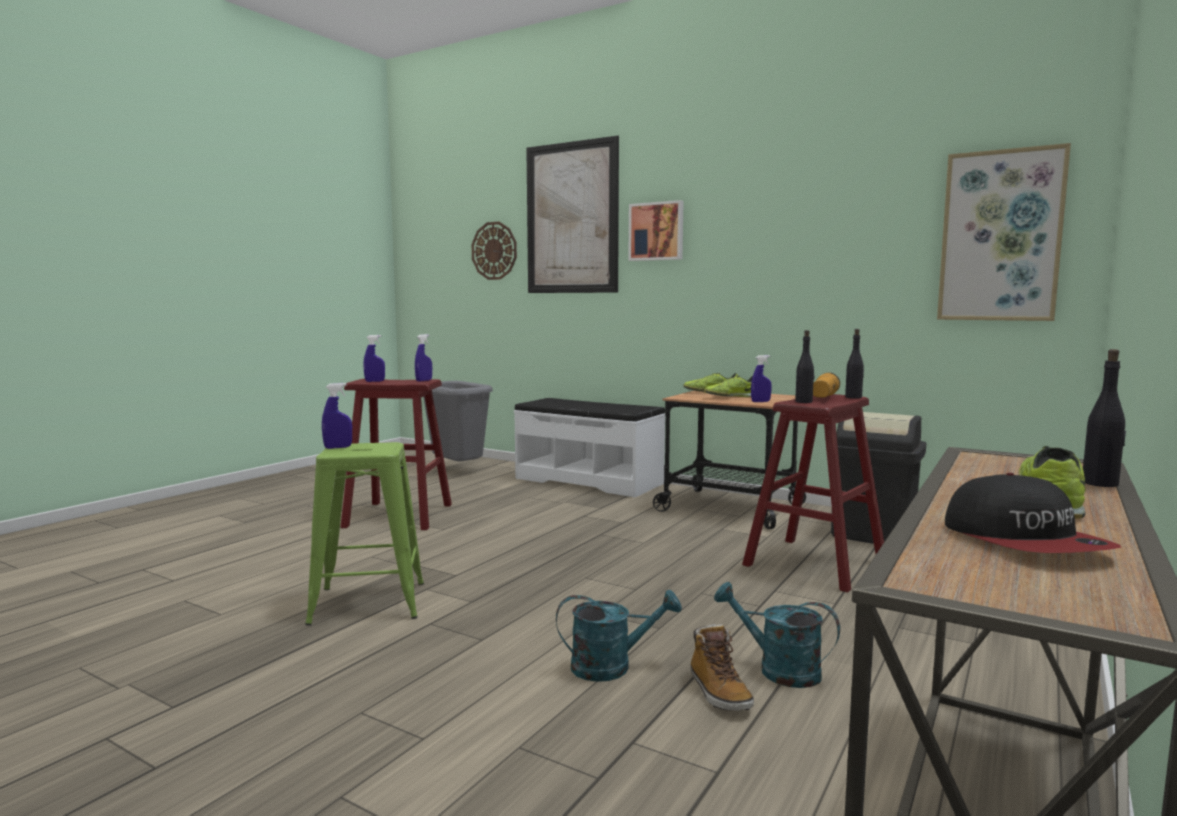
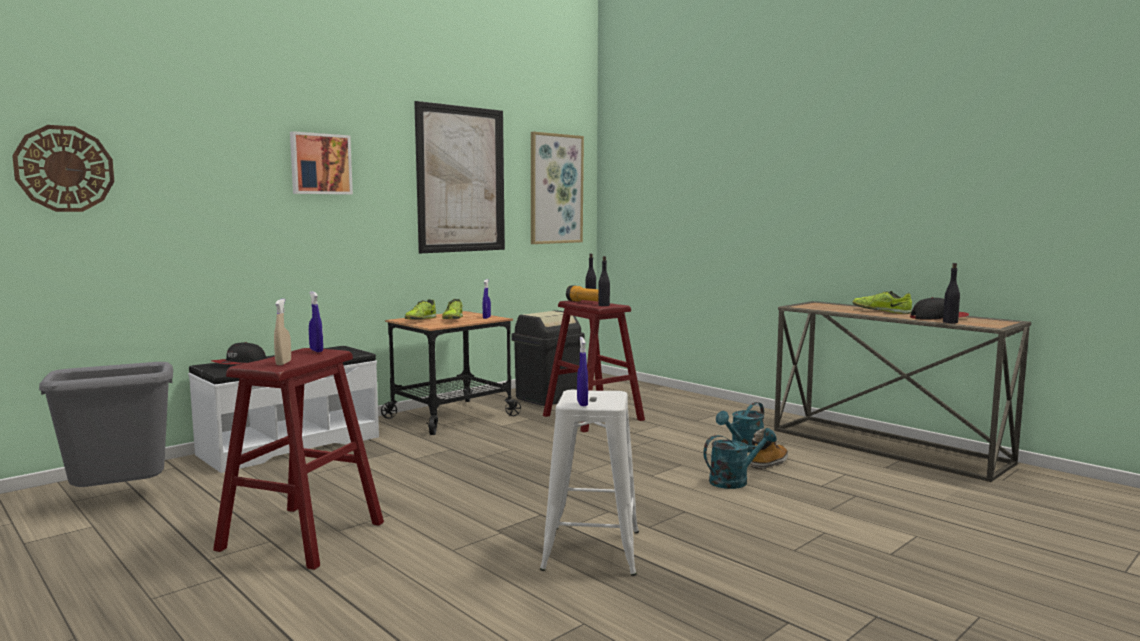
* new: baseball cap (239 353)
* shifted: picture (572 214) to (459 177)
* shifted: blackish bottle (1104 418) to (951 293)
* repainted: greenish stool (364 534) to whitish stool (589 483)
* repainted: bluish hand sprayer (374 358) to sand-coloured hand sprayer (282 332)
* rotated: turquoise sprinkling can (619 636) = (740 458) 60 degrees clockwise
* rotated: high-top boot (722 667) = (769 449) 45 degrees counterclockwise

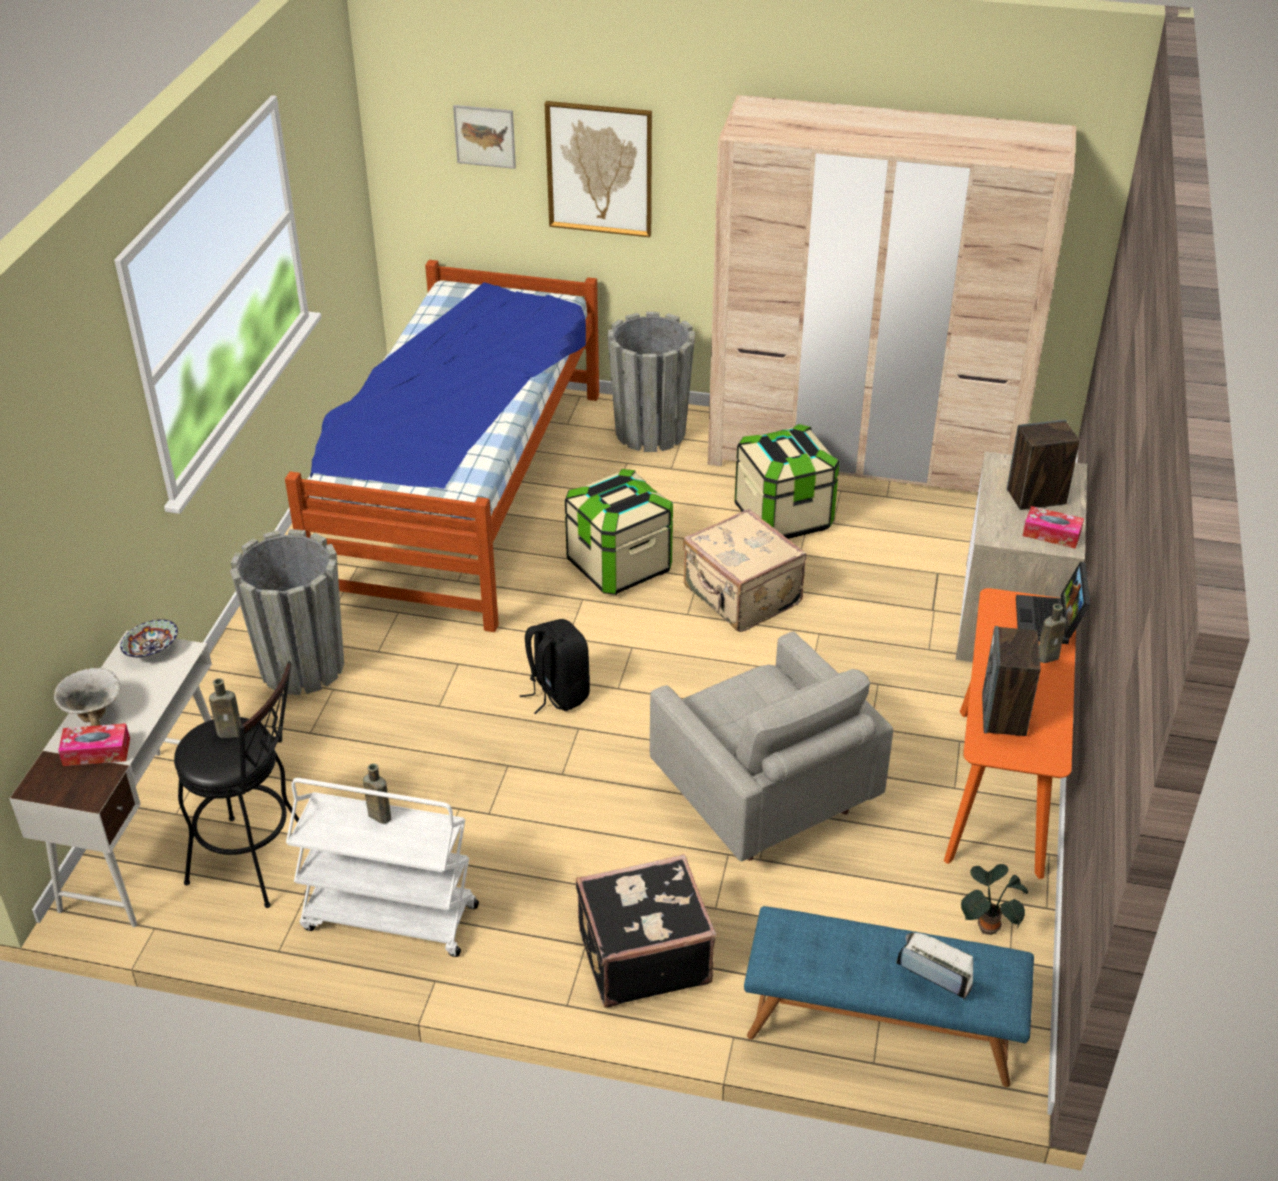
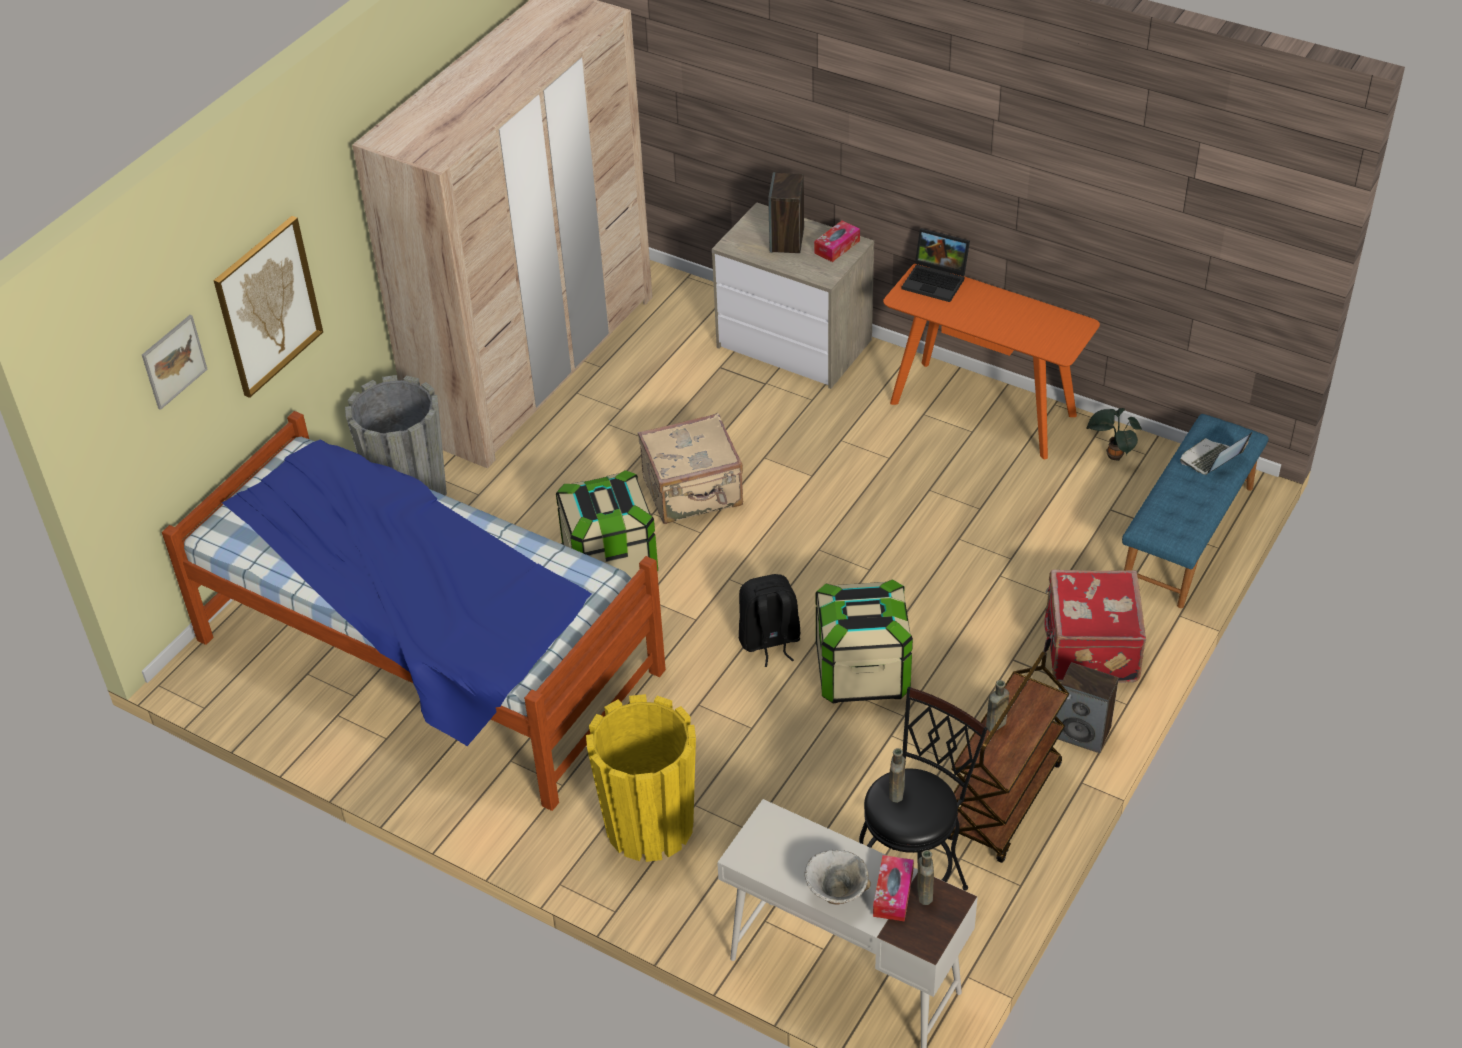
* gone: deep dish (149 638)
* gone: gray easy chair (771 747)
* shifted: storage bin (787 481) to (864 641)
* shifted: audio speaker (1011 681) to (1086 707)
* shifted: brown bottle (1053 633) to (925 877)
* repainted: gray planter (287 612) to yellowish planter (641 778)
* repainted: whitish cart (382 867) to brown cart (1008 757)
* repainted: blackish suitcase (646 931) to red-coloured suitcase (1095 626)

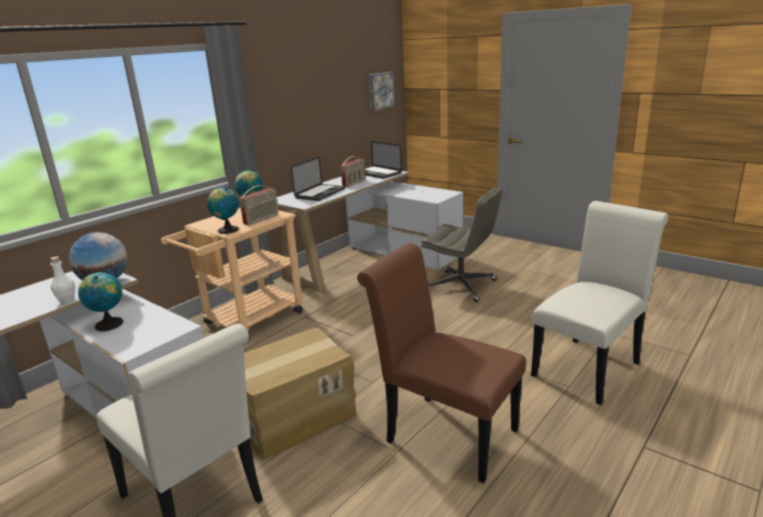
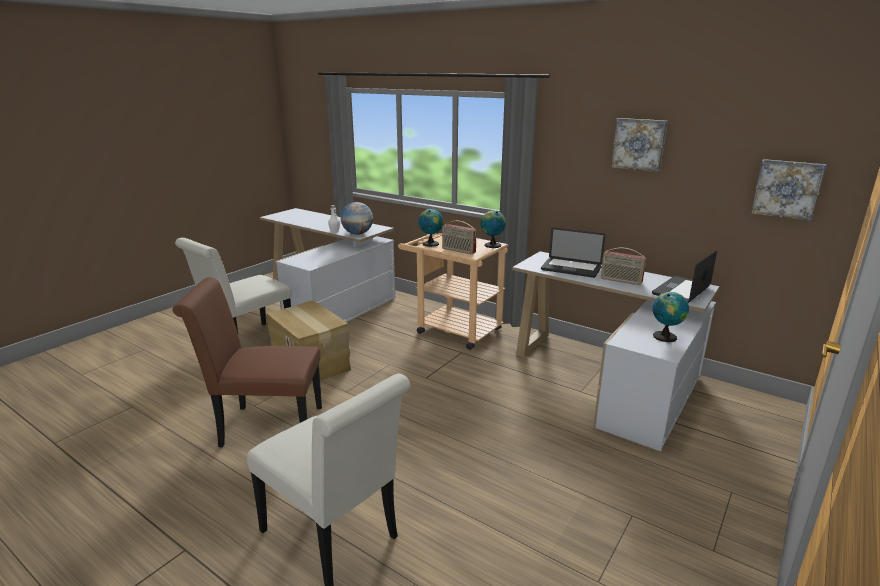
* gone: gray computer chair (461 244)
* new: picture (639 145)
* shifted: world globe (101 301) to (671 317)
* rotated: brown plain chair (441 363) = (247 362) 120 degrees counterclockwise

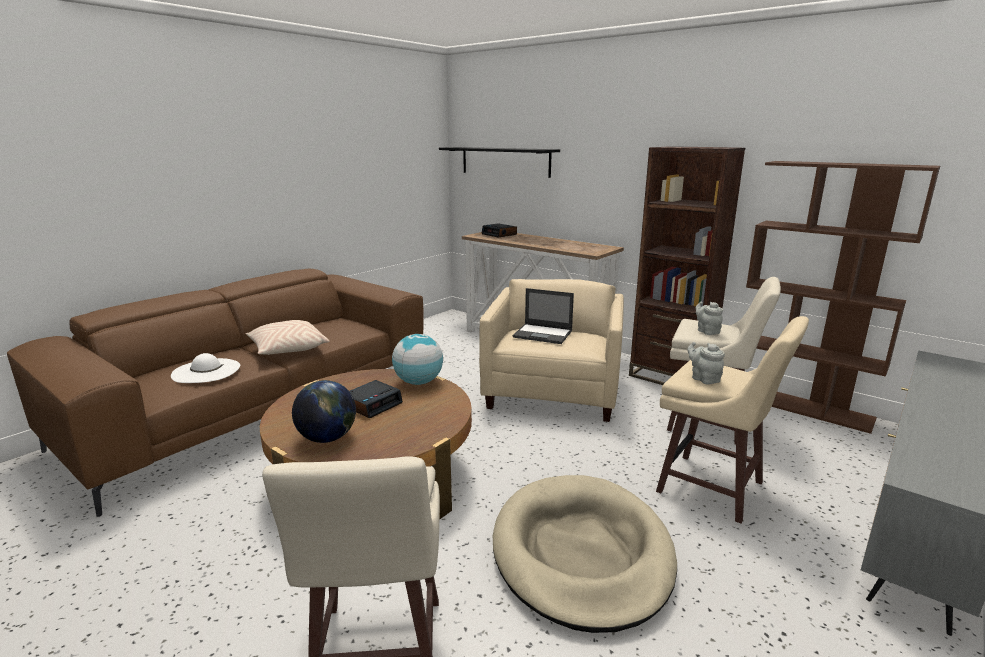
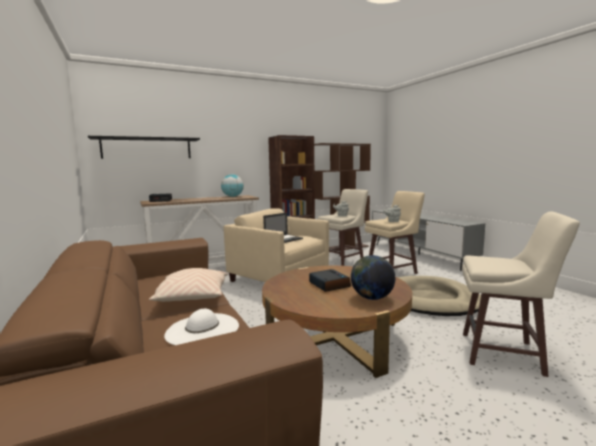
* shifted: world globe (417 359) to (232 185)

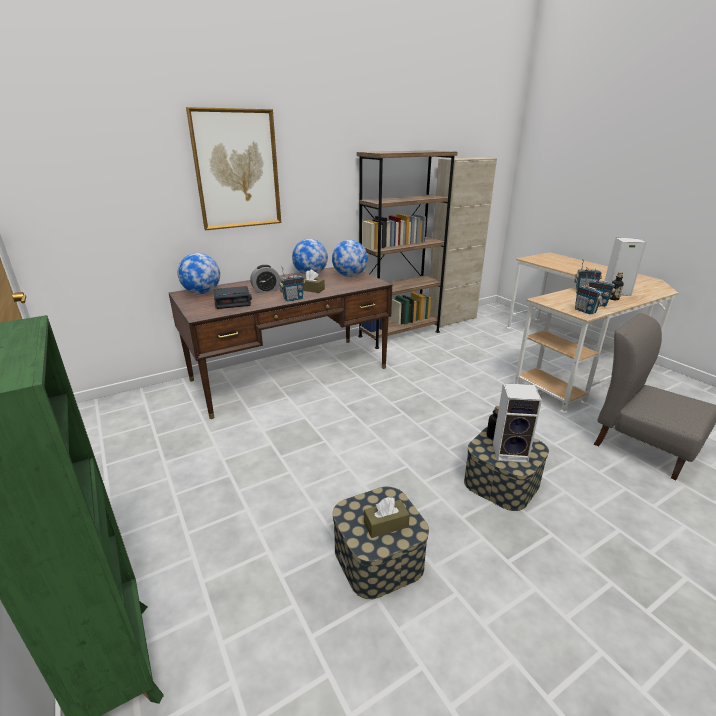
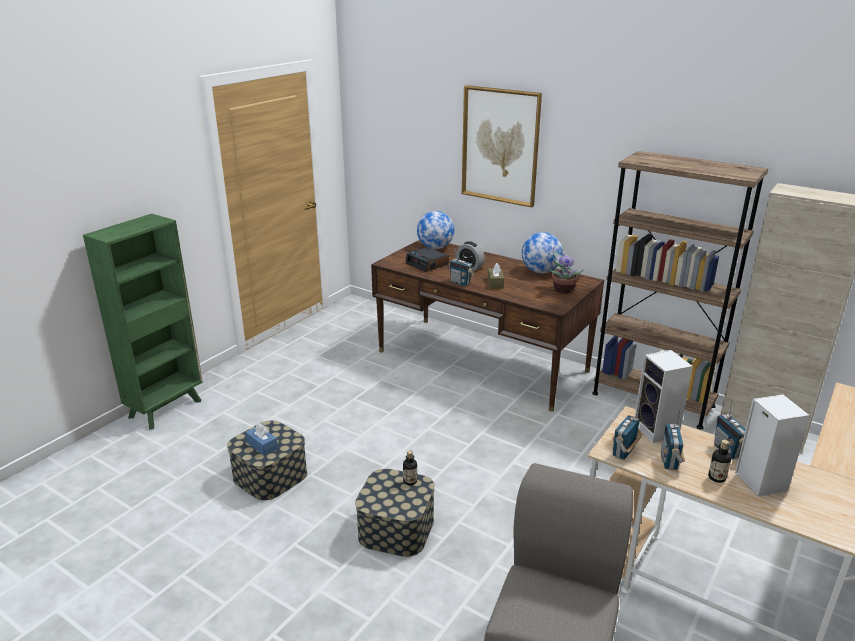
* shifted: audio speaker (517 423) to (664 396)
* swapped: world globe (350 258) to potted plant (566 270)
* repainted: brown tissue box (387 517) to bluish tissue box (262 439)

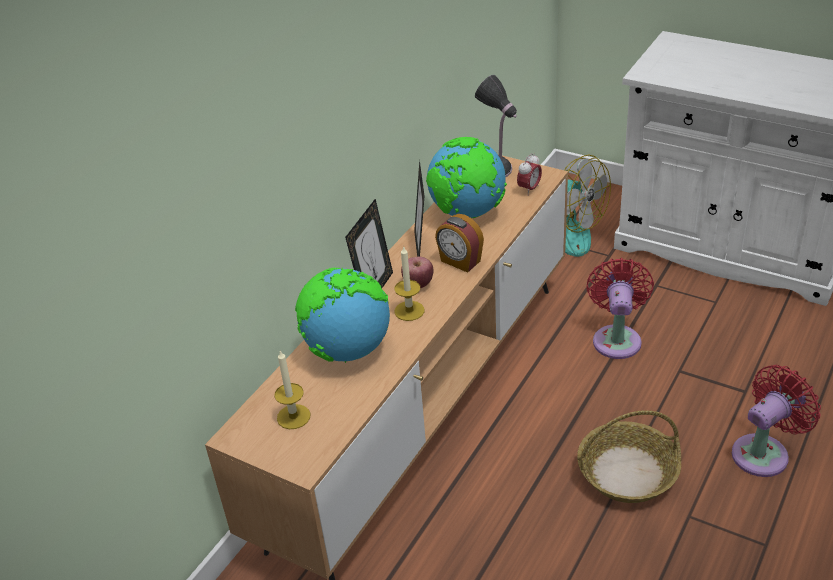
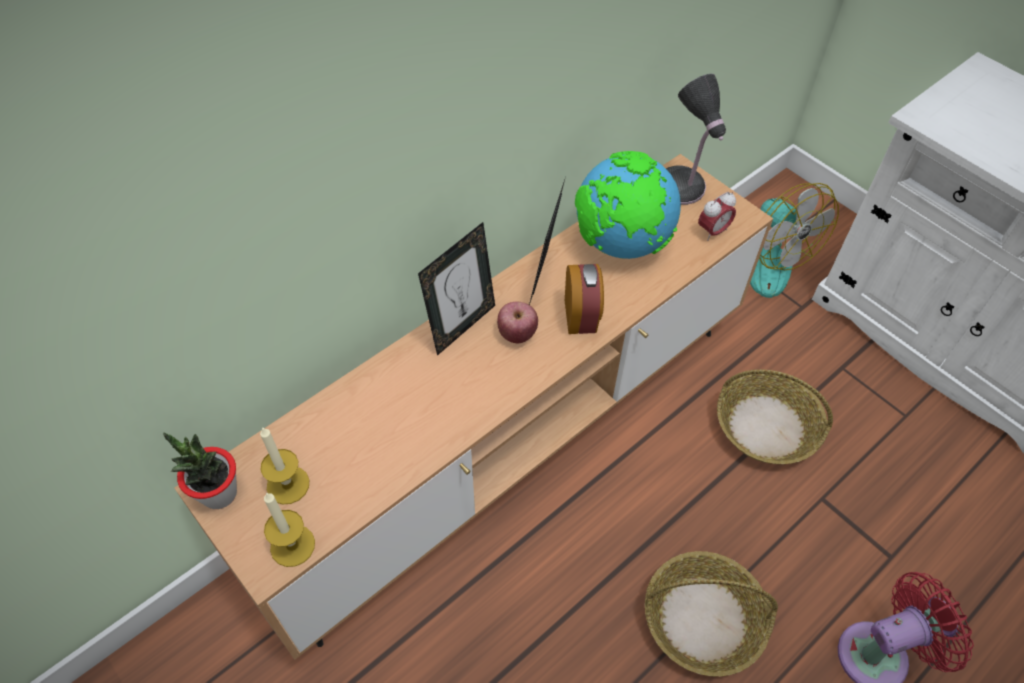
* gone: world globe (342 315)
* new: potted plant (200 471)
* shifted: wax light (409 283) to (289 529)
* swapped: red-coloured fan (620 308) to household basket (775 417)
* rotated: alarm clock (459 243) = (584 299) 150 degrees counterclockwise

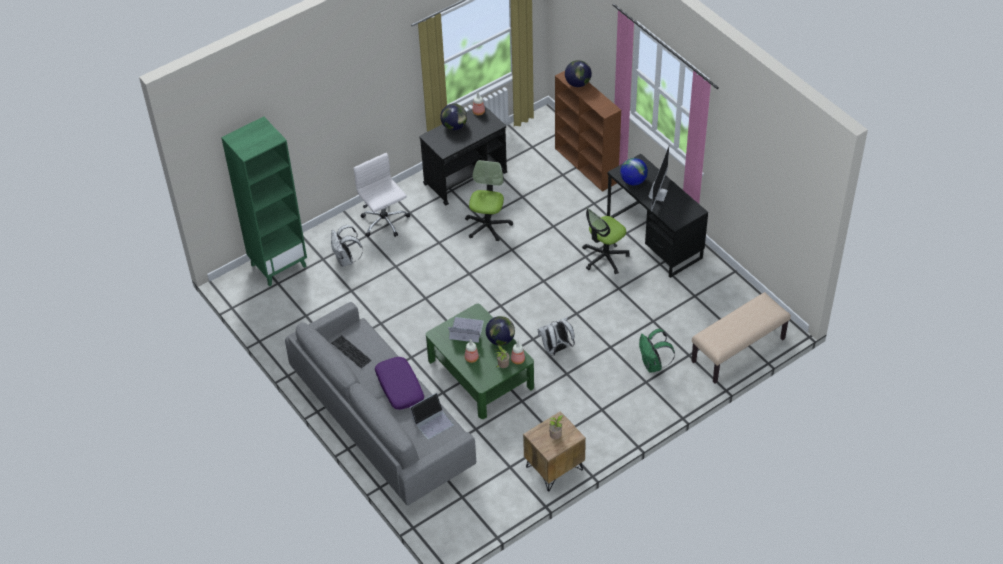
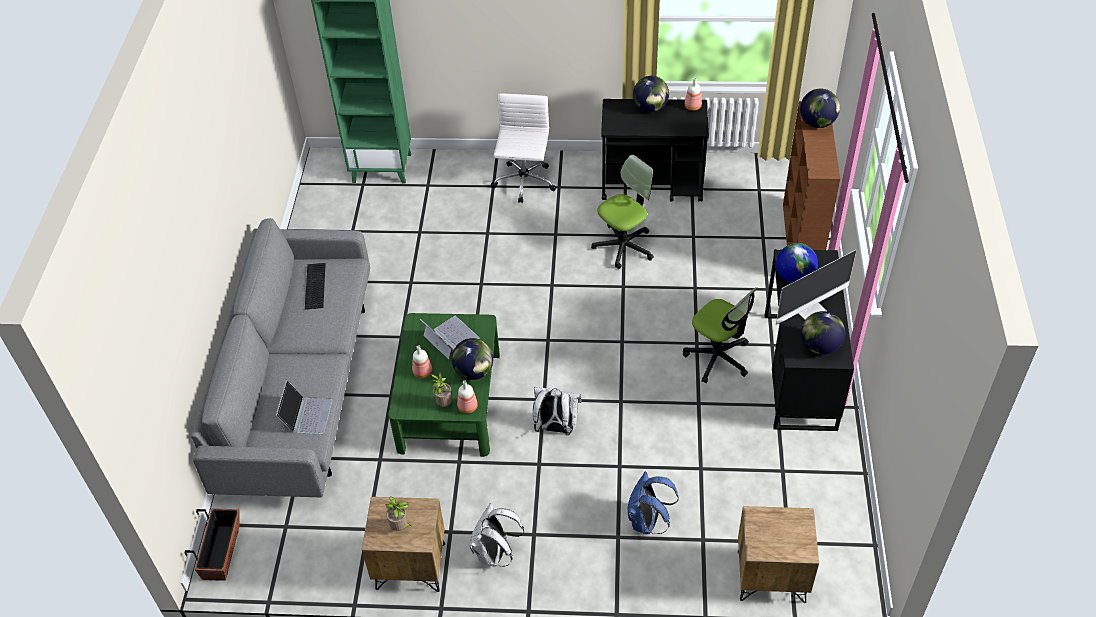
* gone: purplish pillow (399 383)
* new: planter (212 544)
* new: world globe (823 333)
* shifted: whitish backpack (347 246) to (497 534)
* swapped: sand-coloured bench (741 337) to brown bedside table (778 554)
* repainted: greenish backpack (657 351) to bluish backpack (653 502)
* rotated: laptop (432 416) = (304 407) 90 degrees counterclockwise
* rotated: computer chair (606 240) = (720 335) 135 degrees counterclockwise

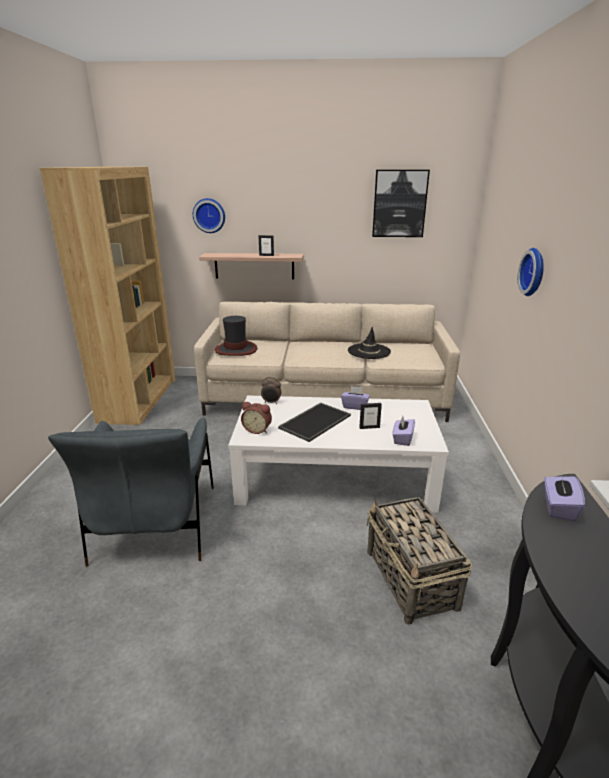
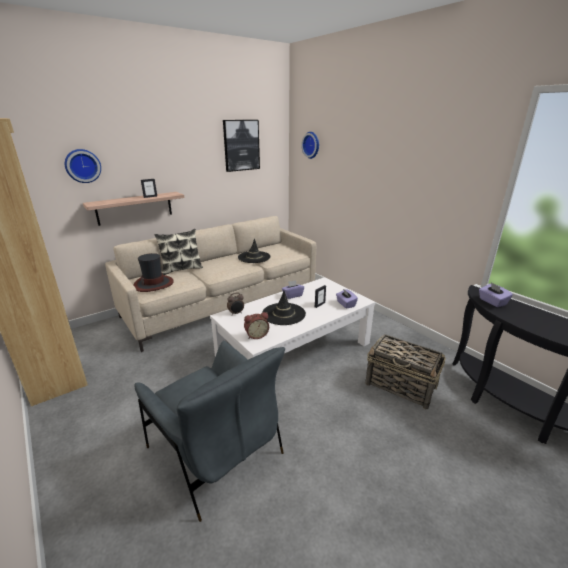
* new: pillow (178 252)
* shifted: wall clock (531 272) to (310 145)
* swapped: carrying tray (314 422) to blackish clothing hat (284 307)

